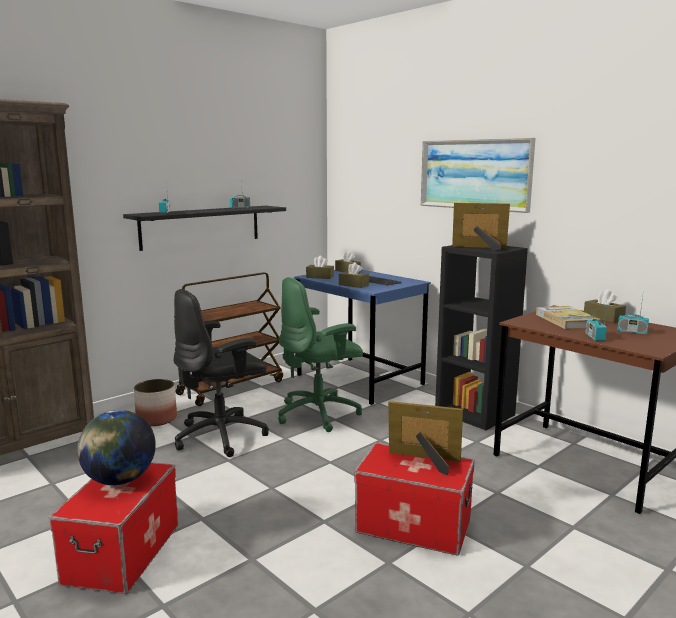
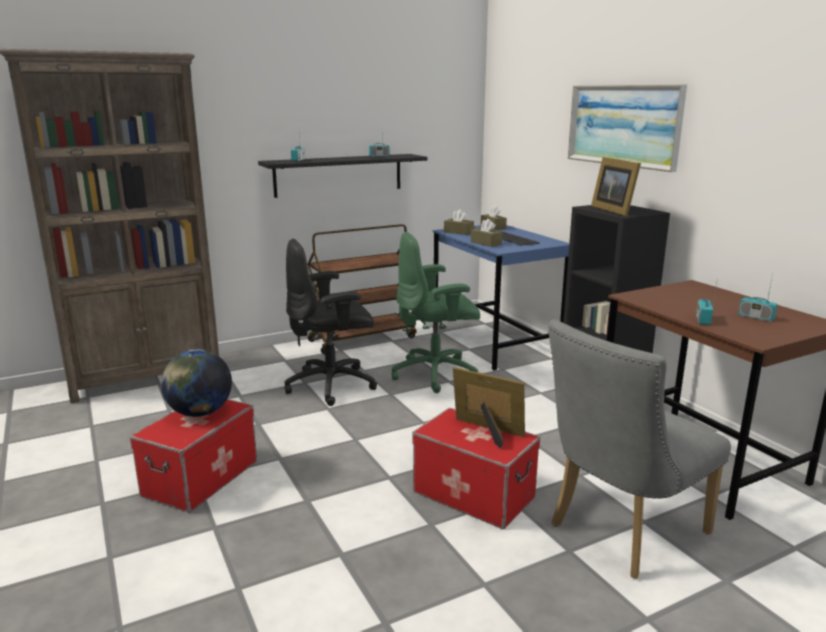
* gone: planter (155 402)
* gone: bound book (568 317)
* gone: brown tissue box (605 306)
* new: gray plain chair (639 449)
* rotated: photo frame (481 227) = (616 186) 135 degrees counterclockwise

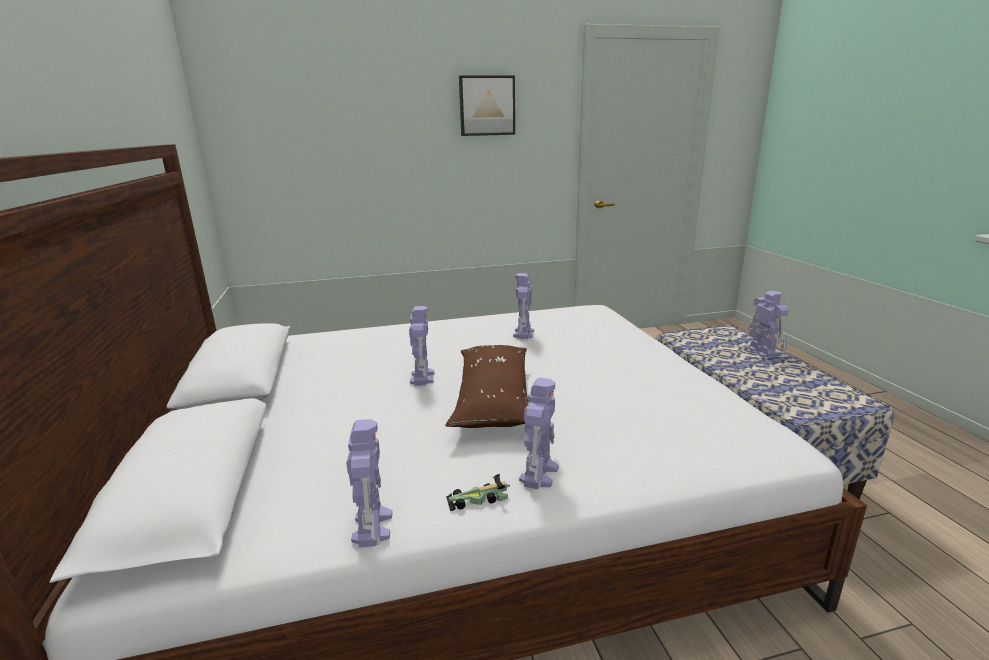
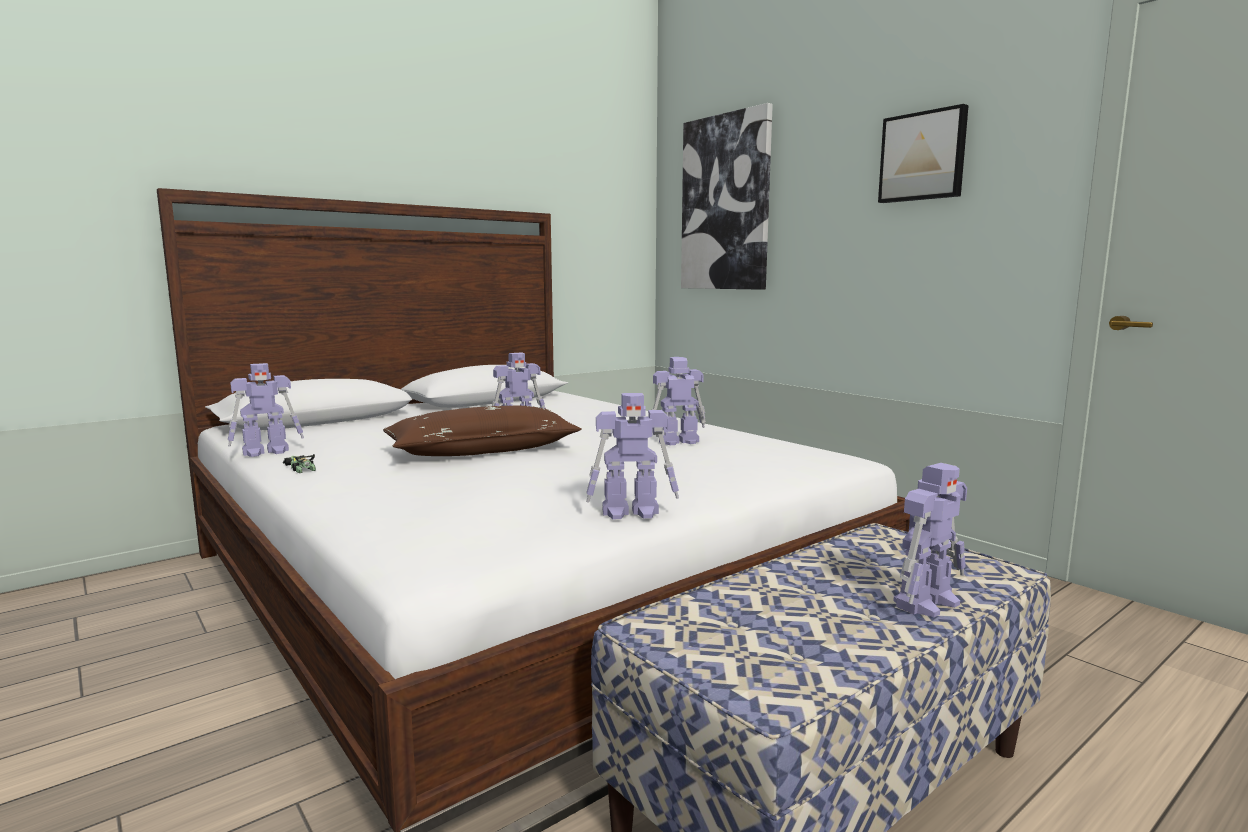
* new: picture (727 196)
* shifted: robot figure (539 433) to (632 456)

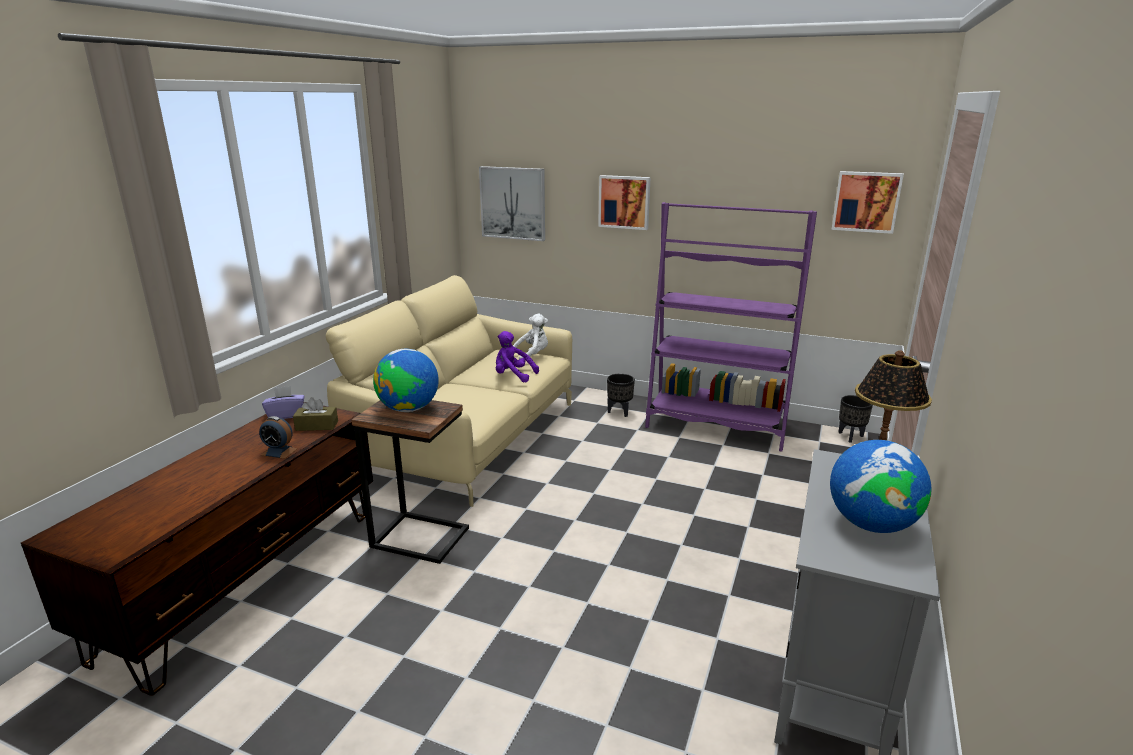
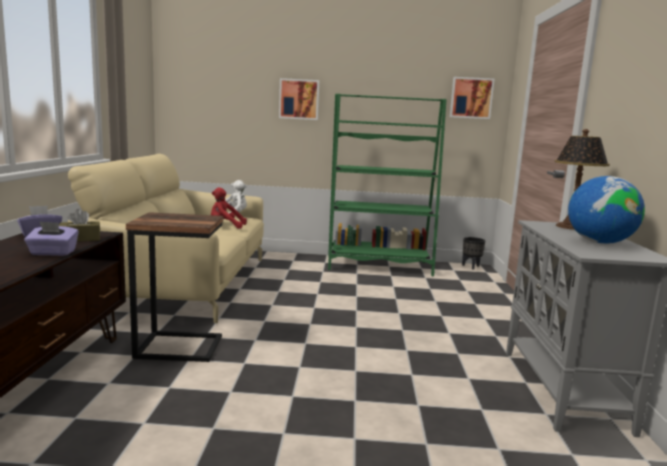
* gone: world globe (406 380)
* gone: picture (512 203)
* gone: blackish planter (621 395)
* swapped: alarm clock (278 437) to purplish tissue box (51 238)
* repainted: purplish soft toy (517 356) to red-coloured soft toy (229 208)
* repainted: purplish bookshelf (731 327) to greenish bookshelf (387 185)

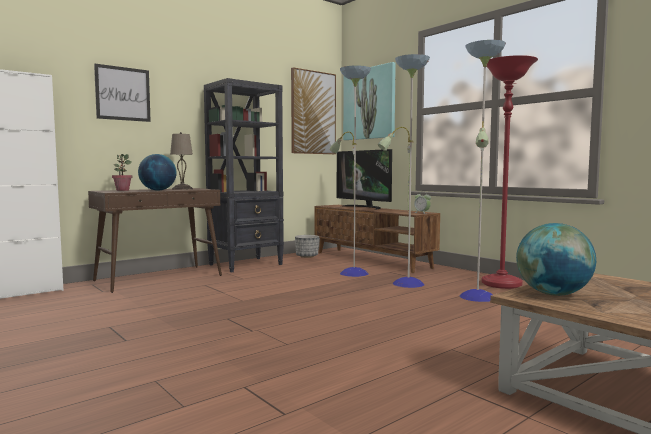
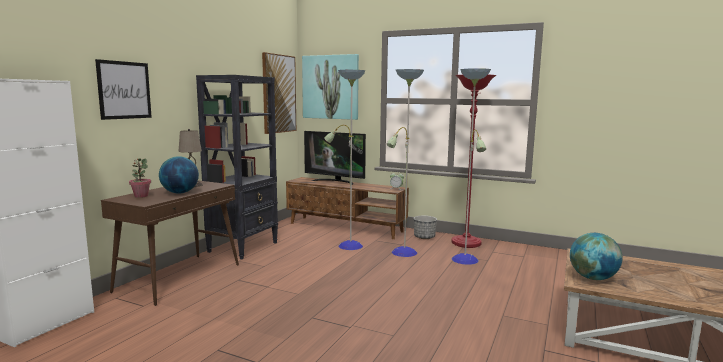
* shifted: planter (307 246) to (425 227)

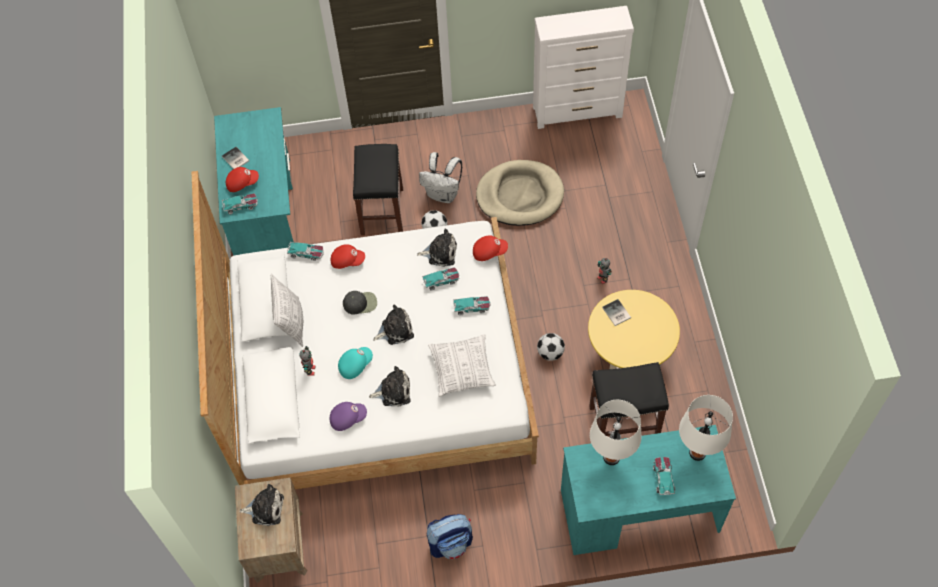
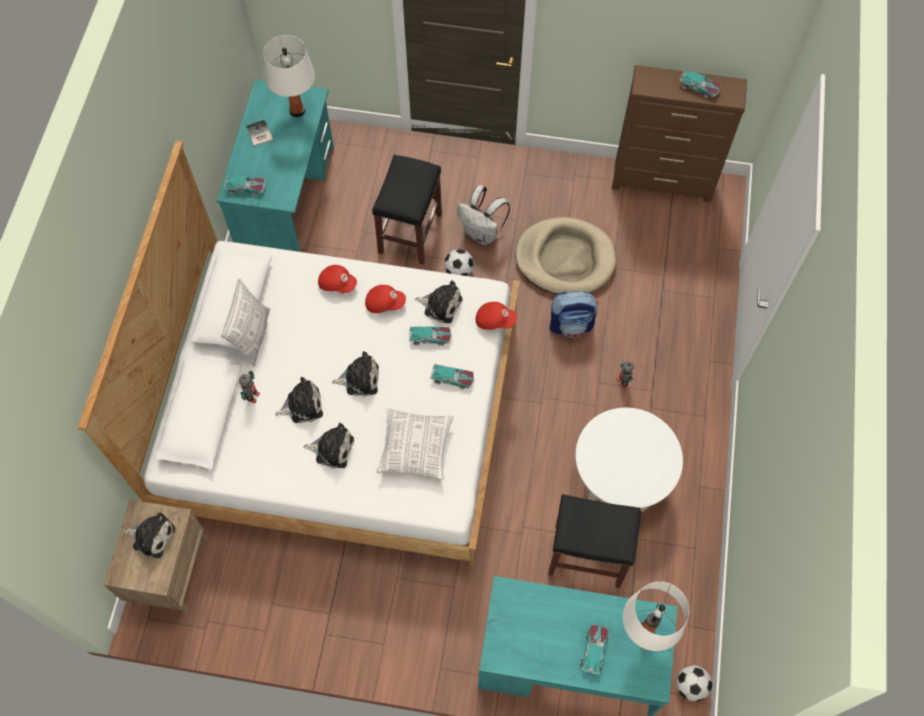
* gone: purplish baseball cap (348 416)
* gone: blackish baseball cap (360 303)
* gone: bound book (616 312)
* shifted: red-coloured baseball cap (242 179) to (385 299)
* shifted: toy car (305 251) to (700 83)
* shifted: backpack (450 536) to (574 314)
* shifted: football ball (551 347) to (694 683)
* shifted: whitish lamp for a table (615 432) to (289 76)
* swapped: turquoise baseball cap (355 363) to soft toy (299 400)
* repainted: whitish drawer chest (583 67) to brown drawer chest (679 134)
* repainted: yellowish low table (634 329) to whitish low table (629 460)

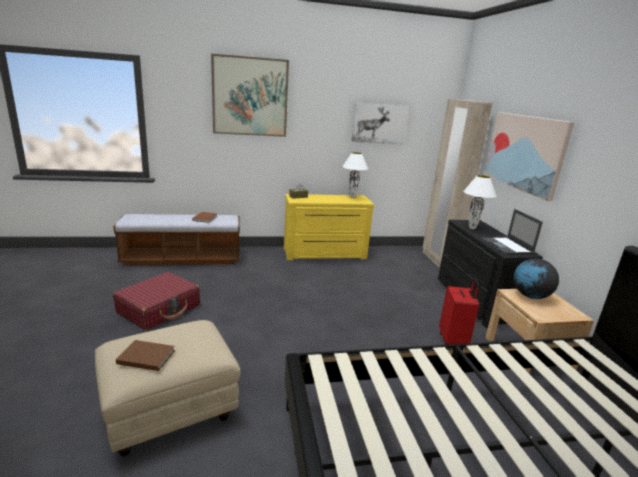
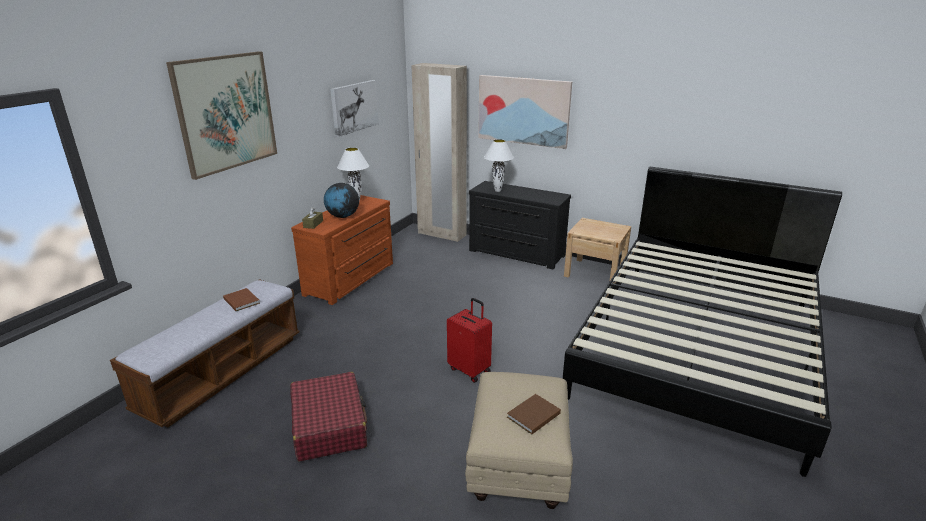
* gone: laptop (512 232)
* shifted: red-coloured suitcase (459 311) to (469 340)
* shifted: world globe (536 278) to (341 200)
* repainted: yellowish drawer chest (329 227) to brown drawer chest (342 250)

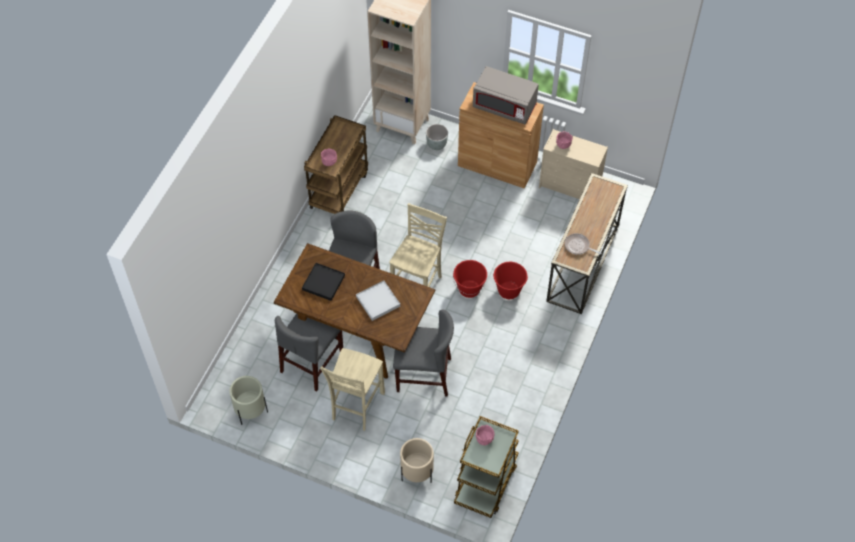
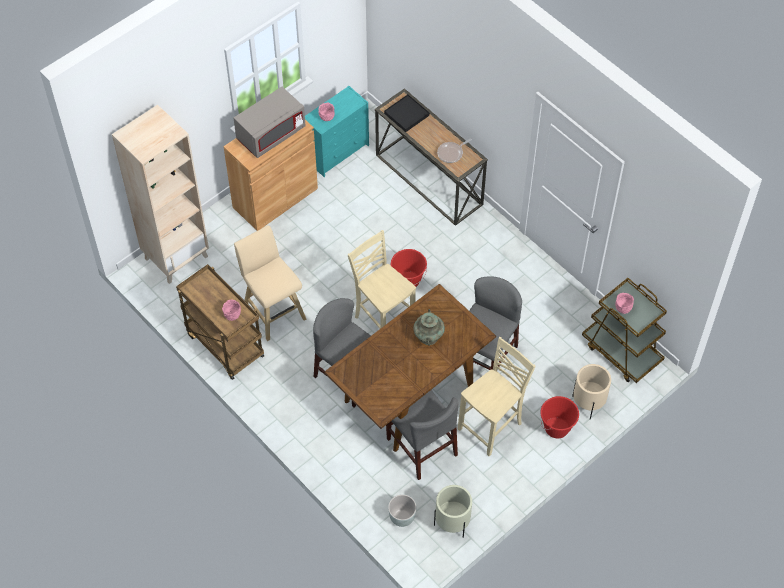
* new: sand-coloured stool (270 283)
* shifted: blackish carrying tray (323 282) to (406 113)
* shifted: gray planter (437 137) to (402 510)
* shifted: red-coloured bucket (510 280) to (559 417)
* swapped: whitish carrying tray (378 300) to turquoise vase (429 327)
* repainted: sand-coloured drawer chest (573 164) to turquoise drawer chest (337 131)
* rotated: sand-coloured plain chair (352 389) = (497 396) 90 degrees counterclockwise

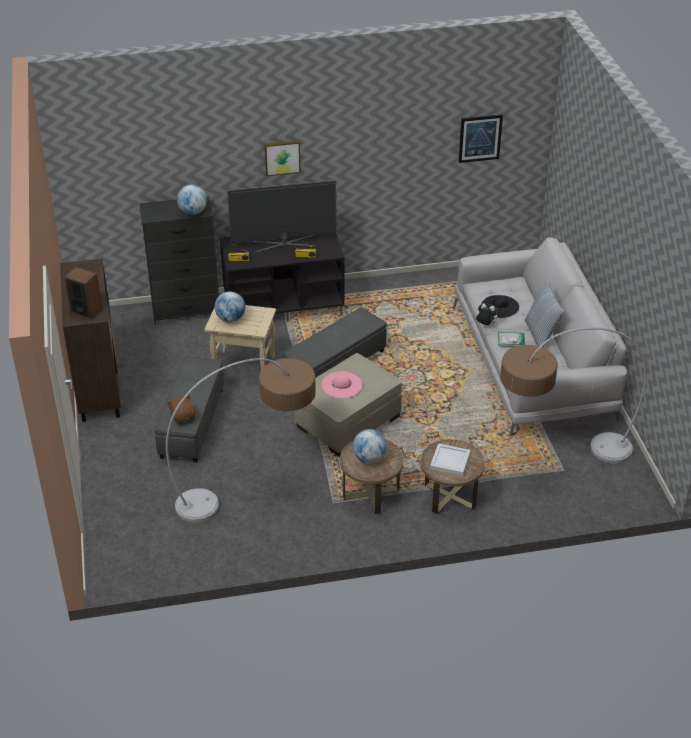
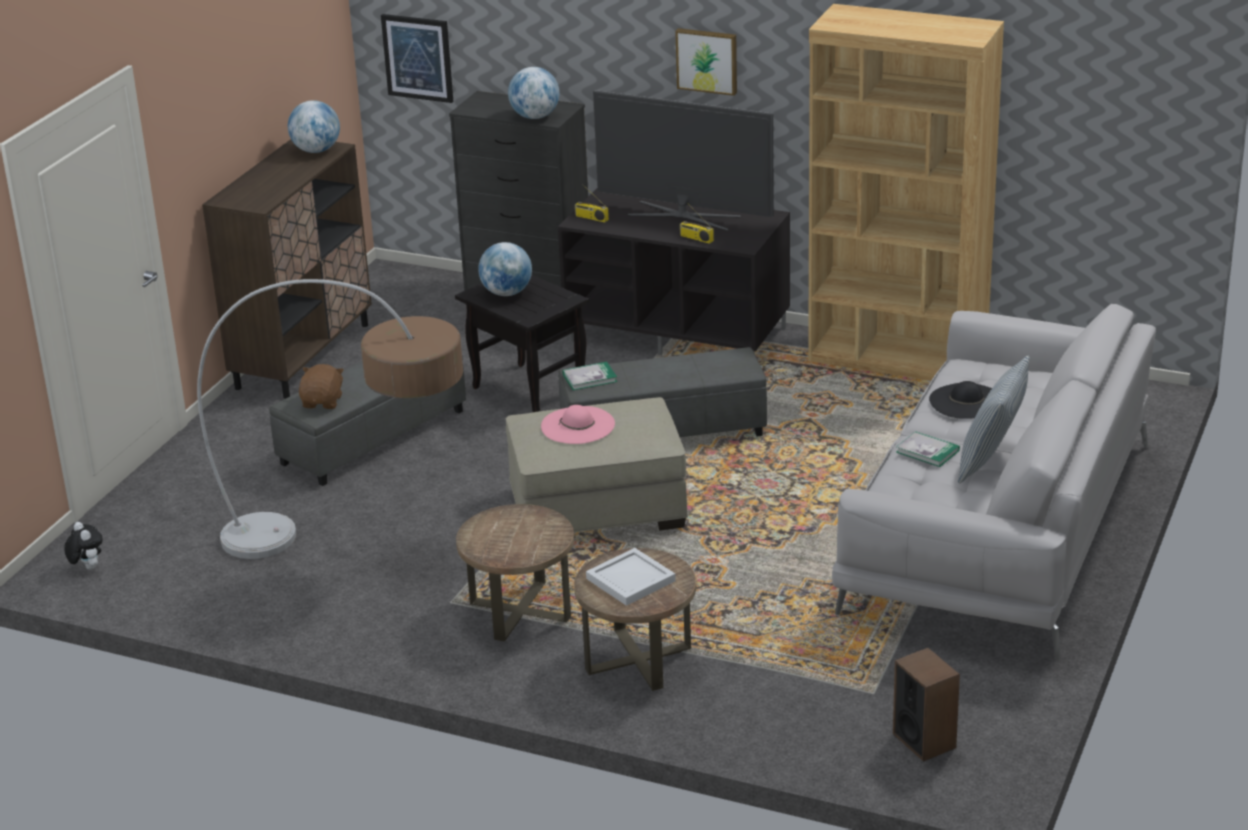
* gone: standard lamp (573 395)
* new: bound book (590 376)
* new: brown bookshelf (906 192)
* shifted: audio speaker (83 293) to (926 705)
* shifted: world globe (370 446) to (314 126)
* shifted: picture (480 138) to (417 58)
* shifted: soft toy (486 314) to (83 546)
* repainted: sand-coloured end table (240 337) to blackish end table (522 343)

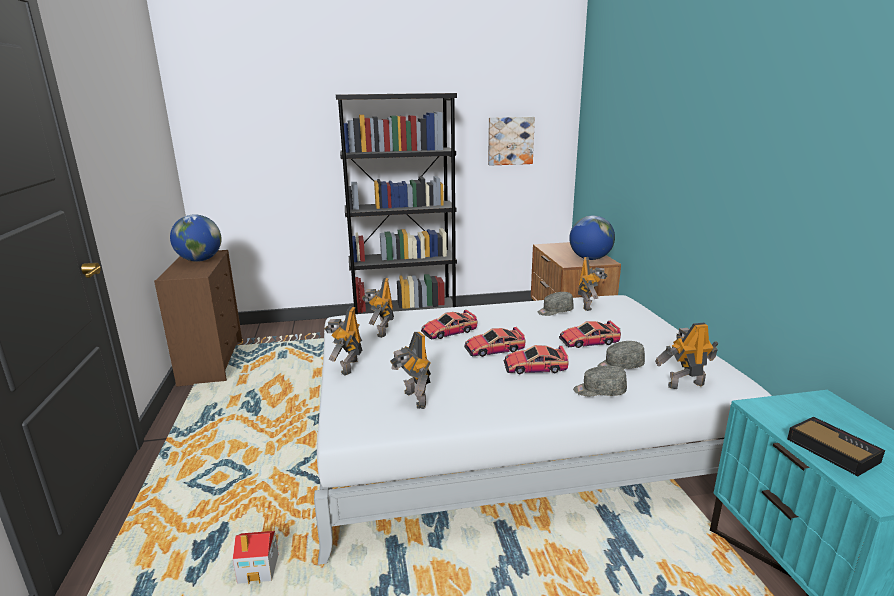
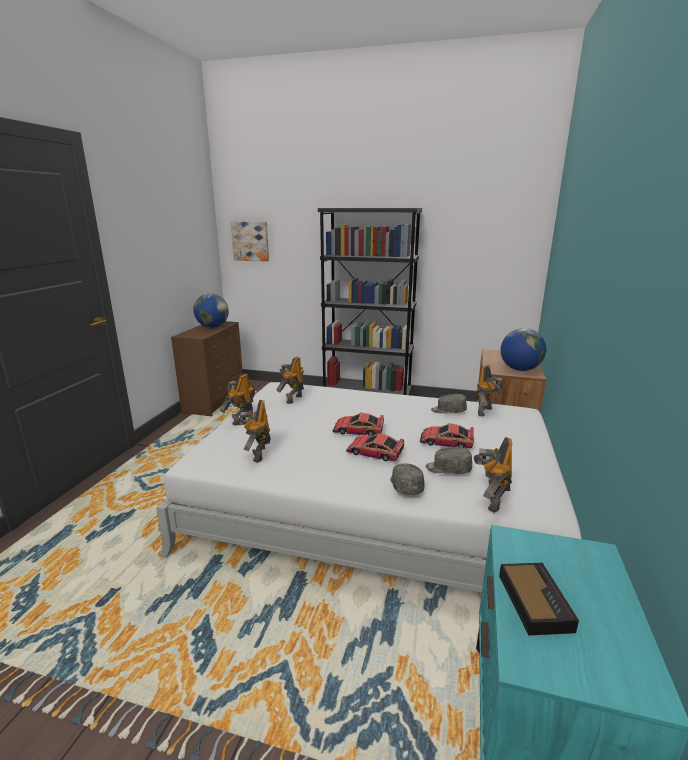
* gone: toy house (255 557)
* gone: toy car (449 324)
* shifted: picture (511 141) to (250 241)
* rotated: gray baseball cap (600 381) = (407 479) 45 degrees clockwise
* rotated: robot figure (687 355) = (493 475) 90 degrees counterclockwise

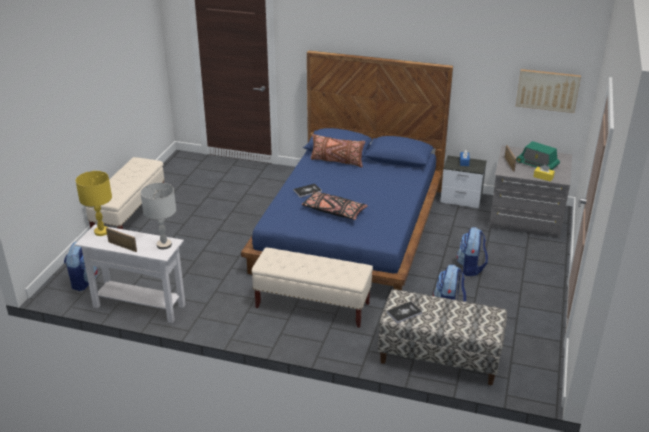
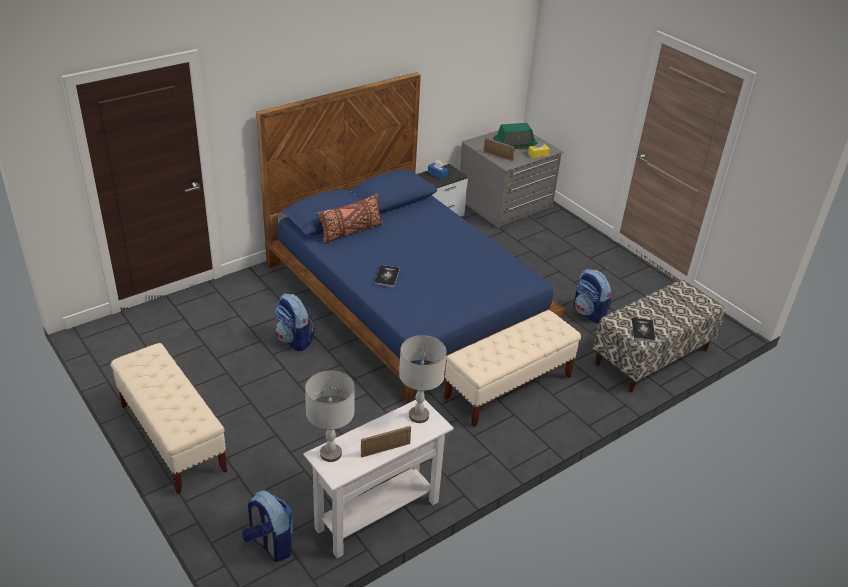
* gone: blackish pillow (334 205)
* gone: picture (548 91)
* shifted: backpack (472 251) to (295 322)
* repainted: yellowish lamp for a table (94 203) to gray lamp for a table (330 416)

